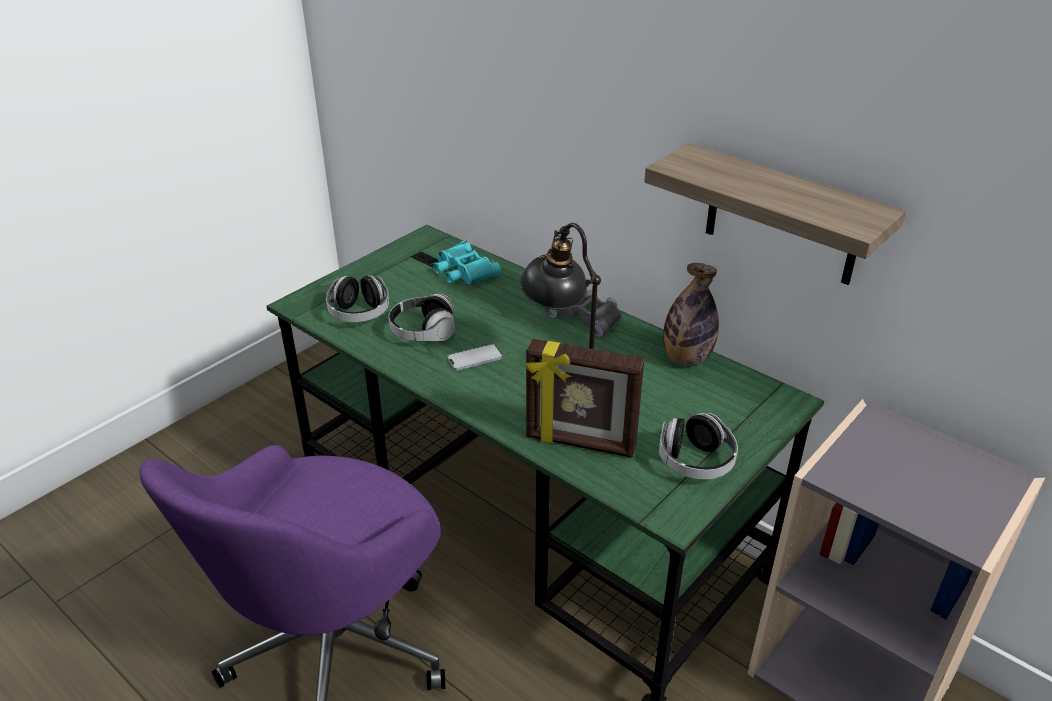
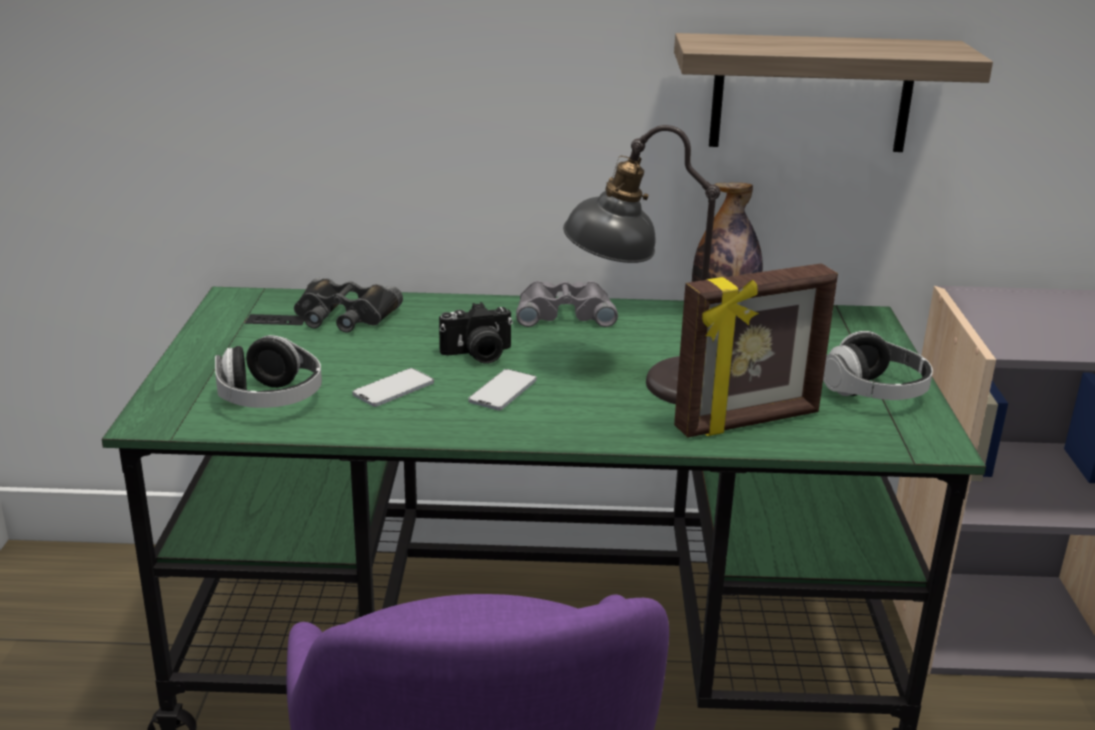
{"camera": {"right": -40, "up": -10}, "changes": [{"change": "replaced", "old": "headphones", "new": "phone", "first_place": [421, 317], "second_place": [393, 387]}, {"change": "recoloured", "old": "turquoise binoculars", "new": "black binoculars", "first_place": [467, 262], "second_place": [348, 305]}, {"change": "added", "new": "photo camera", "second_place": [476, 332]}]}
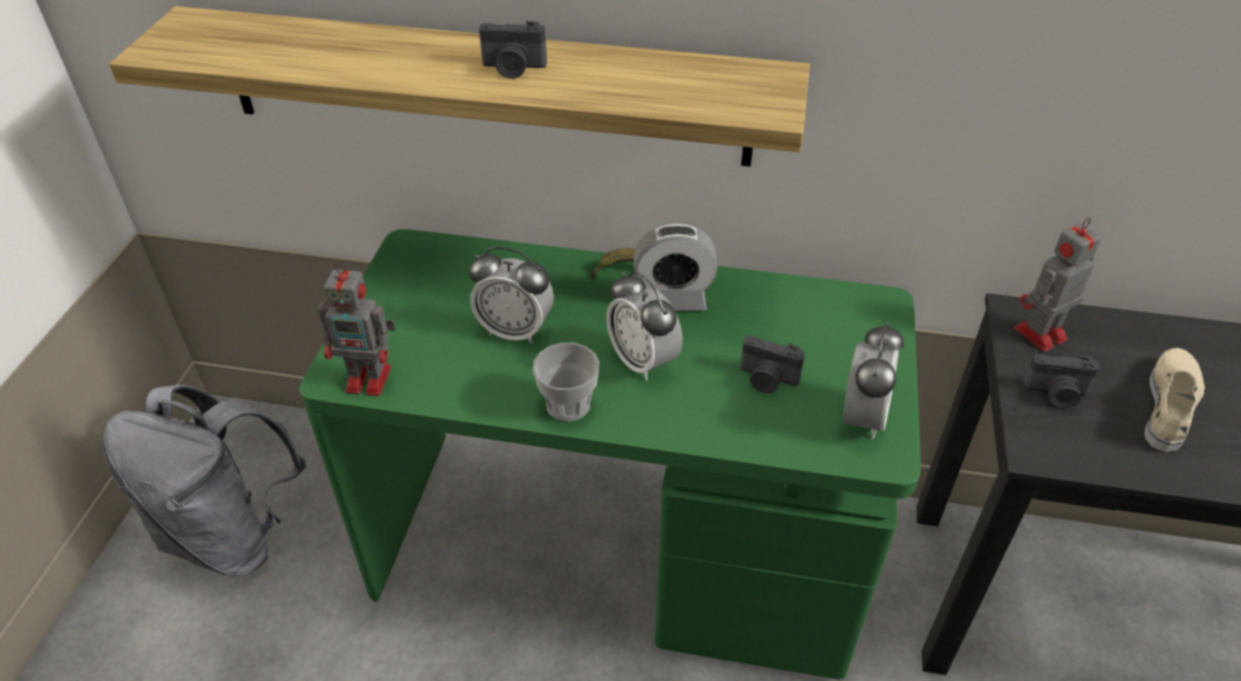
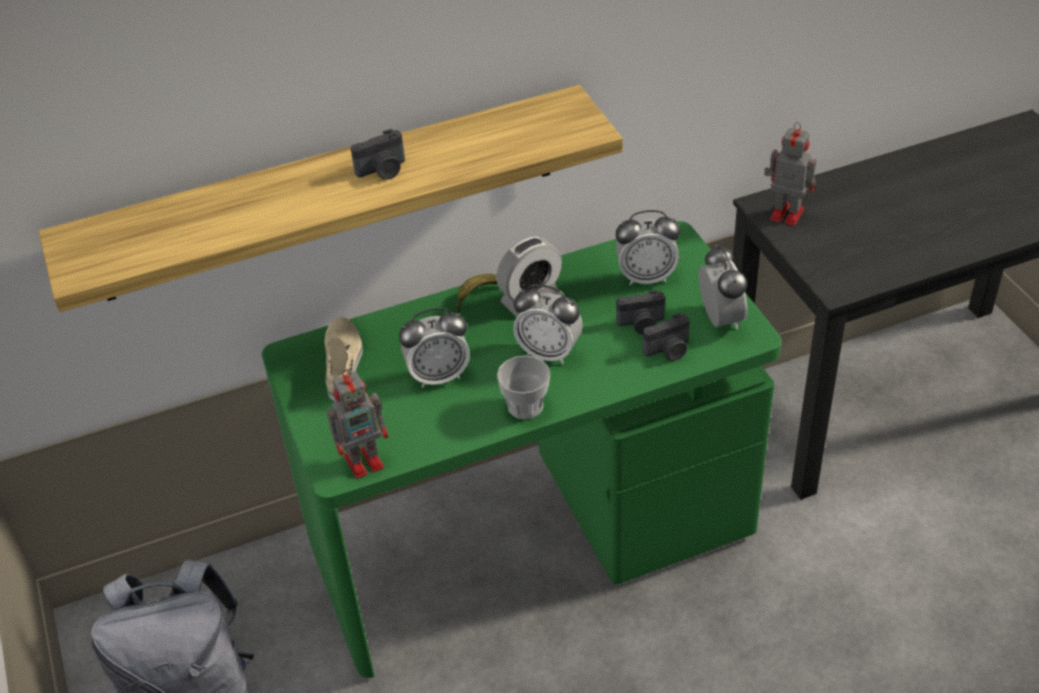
{"camera": {"right": -30, "up": 0}, "changes": [{"change": "turned", "old": "toy robot", "first_place": [1057, 284], "second_place": [790, 174], "degrees": 90}, {"change": "moved", "old": "photo camera", "first_place": [1061, 381], "second_place": [666, 337]}, {"change": "moved", "old": "beige shoe", "first_place": [1174, 400], "second_place": [343, 359]}, {"change": "added", "new": "alarm clock", "second_place": [648, 248]}]}
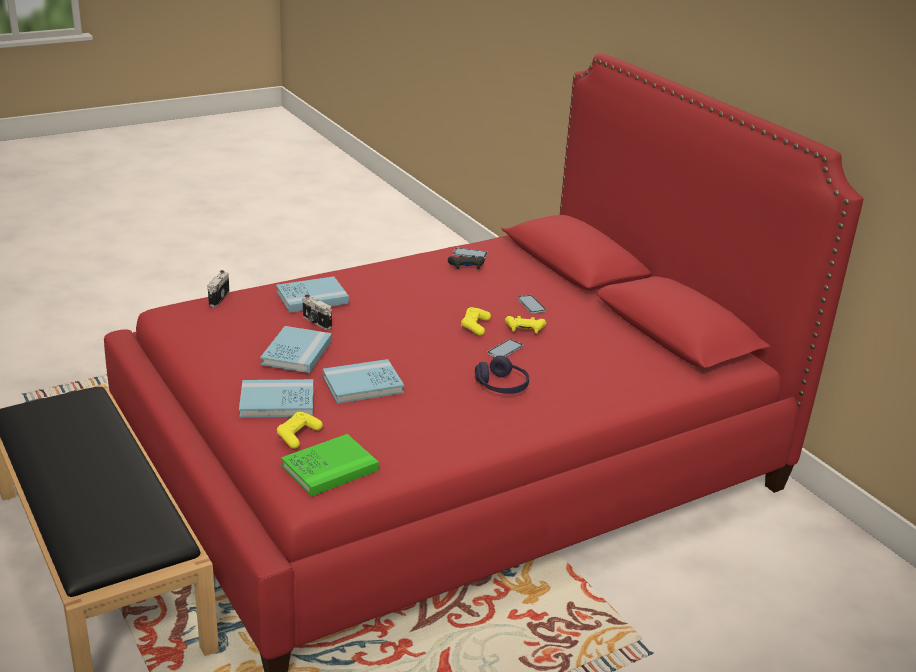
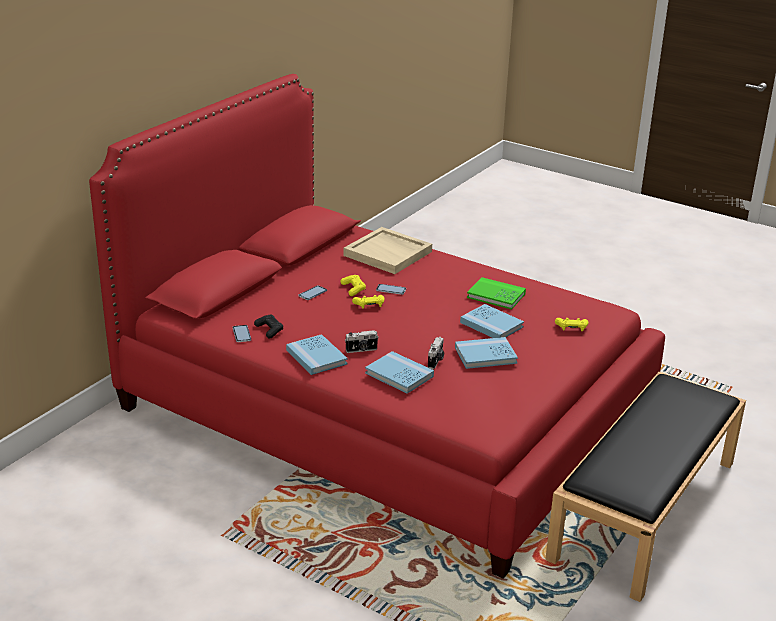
{"camera": {"right": -115, "up": 0}, "changes": [{"change": "moved", "old": "photo camera", "first_place": [218, 288], "second_place": [362, 341]}, {"change": "moved", "old": "blue book", "first_place": [276, 398], "second_place": [316, 354]}, {"change": "moved", "old": "green book", "first_place": [330, 465], "second_place": [496, 293]}, {"change": "removed", "old": "purple headphones", "first_place": [502, 374]}, {"change": "added", "new": "beige tray", "second_place": [387, 250]}]}
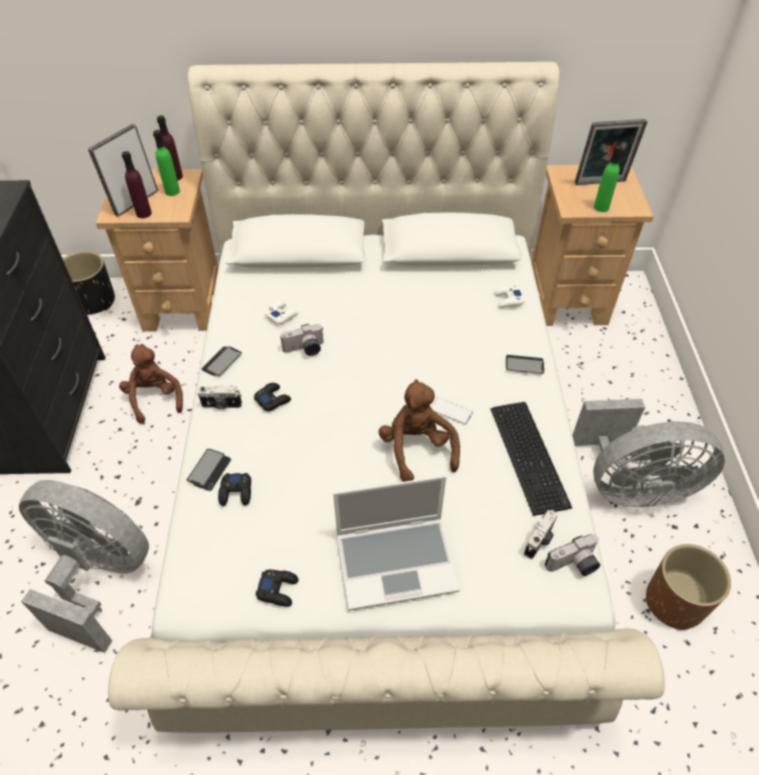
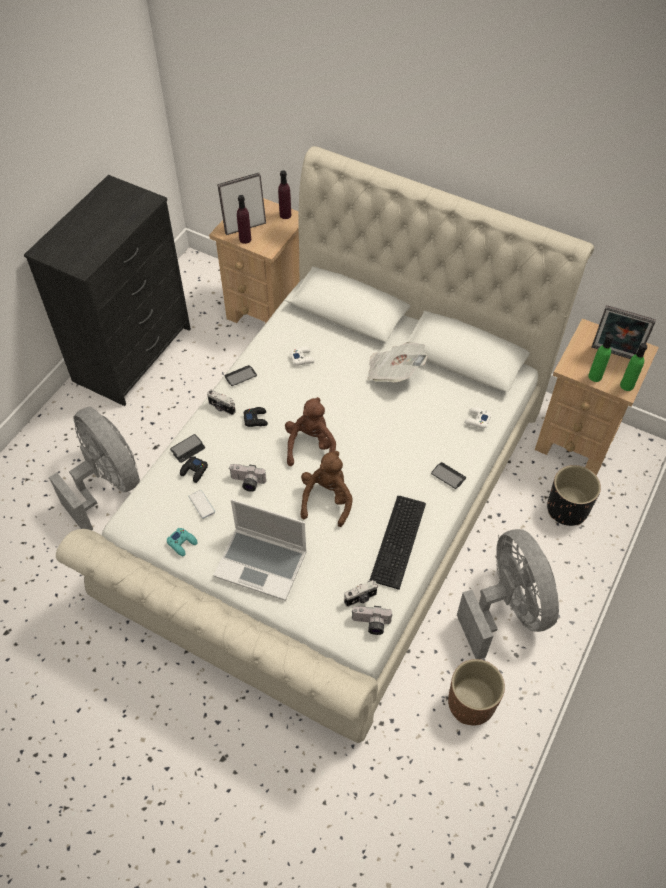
{"camera": {"right": 30, "up": 5}, "changes": [{"change": "moved", "old": "black planter", "first_place": [89, 282], "second_place": [574, 495]}, {"change": "moved", "old": "brown plush toy", "first_place": [151, 384], "second_place": [310, 431]}, {"change": "moved", "old": "green bottle", "first_place": [166, 163], "second_place": [633, 367]}, {"change": "recoloured", "old": "black game controller", "new": "turquoise game controller", "first_place": [277, 588], "second_place": [182, 542]}, {"change": "moved", "old": "photo camera", "first_place": [302, 340], "second_place": [247, 478]}, {"change": "moved", "old": "phone", "first_place": [452, 411], "second_place": [202, 504]}, {"change": "turned", "old": "grey fan", "first_place": [648, 453], "second_place": [508, 594], "degrees": -135}, {"change": "added", "new": "newspaper", "second_place": [397, 362]}]}
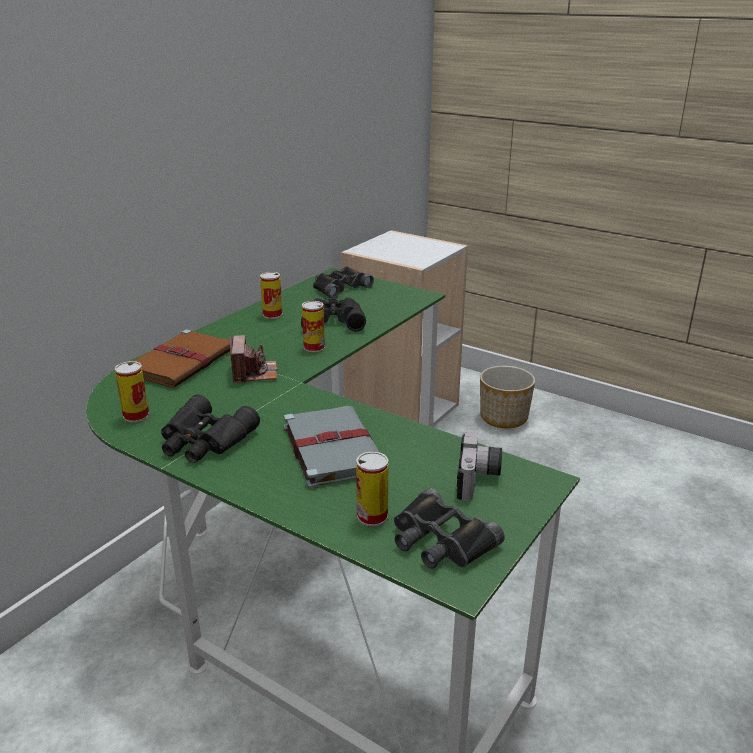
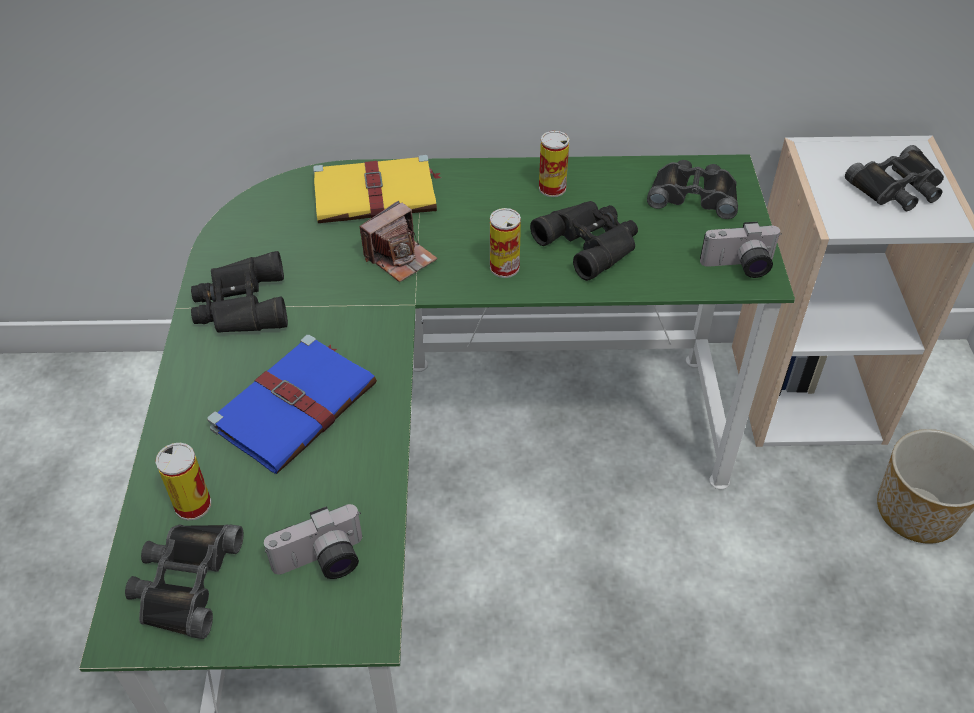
{"camera": {"right": 55, "up": 20}, "changes": [{"change": "removed", "old": "can", "first_place": [132, 391]}, {"change": "recoloured", "old": "brown book", "new": "yellow book", "first_place": [182, 359], "second_place": [377, 189]}, {"change": "recoloured", "old": "grey book", "new": "blue book", "first_place": [332, 447], "second_place": [292, 404]}, {"change": "added", "new": "photo camera", "second_place": [741, 250]}, {"change": "added", "new": "black binoculars", "second_place": [894, 178]}]}
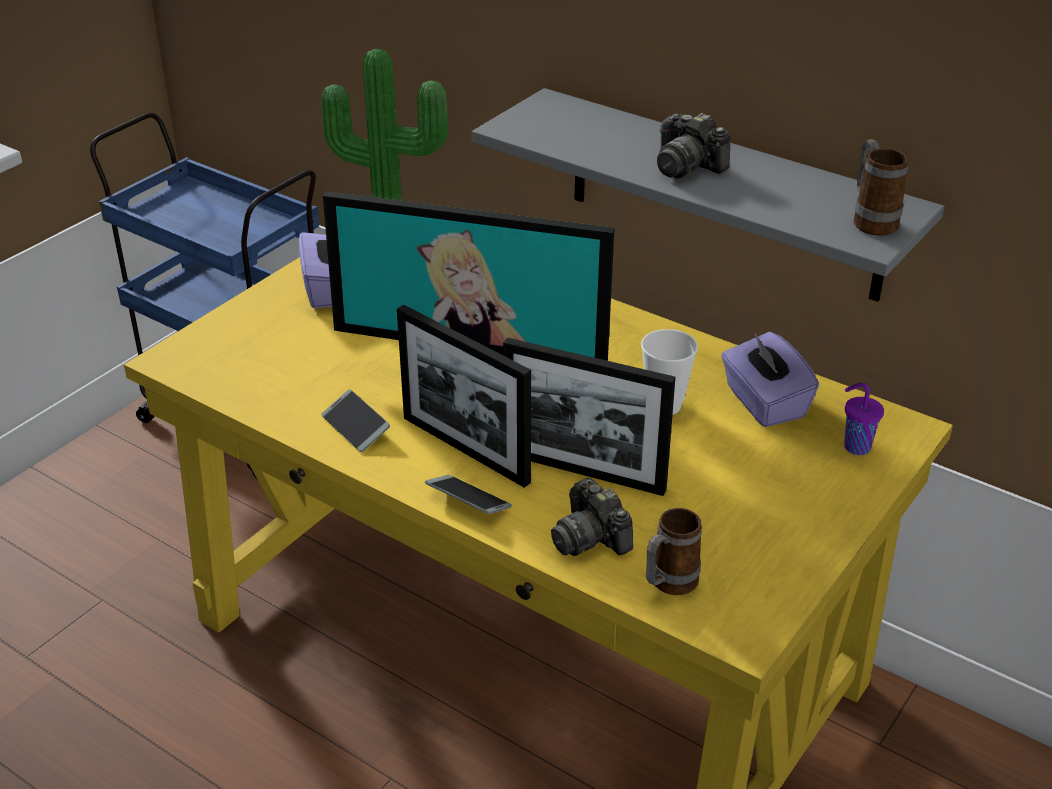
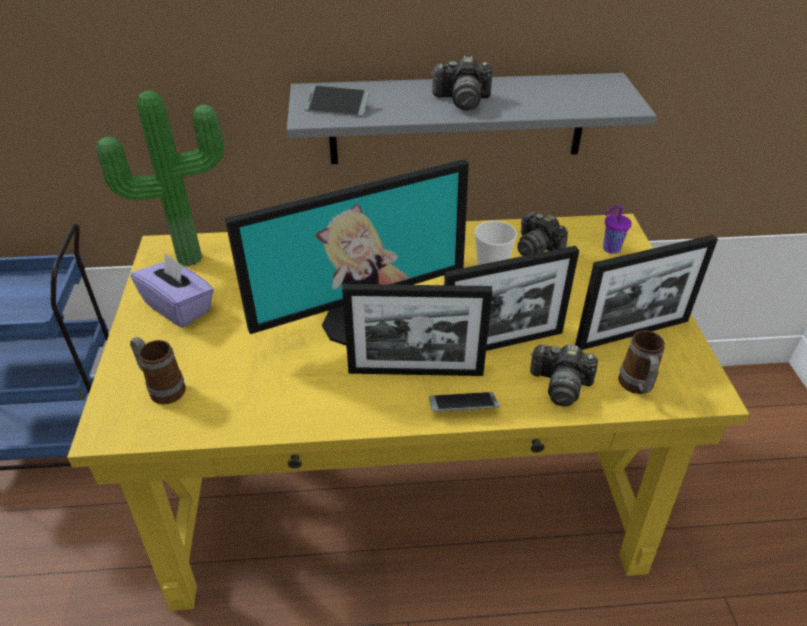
{"camera": {"right": -40, "up": 5}, "changes": [{"change": "moved", "old": "phone", "first_place": [355, 420], "second_place": [337, 101]}, {"change": "replaced", "old": "purple tissue box", "new": "photo camera", "first_place": [770, 379], "second_place": [542, 233]}, {"change": "moved", "old": "mug", "first_place": [881, 187], "second_place": [158, 370]}, {"change": "added", "new": "picture frame", "second_place": [646, 292]}]}
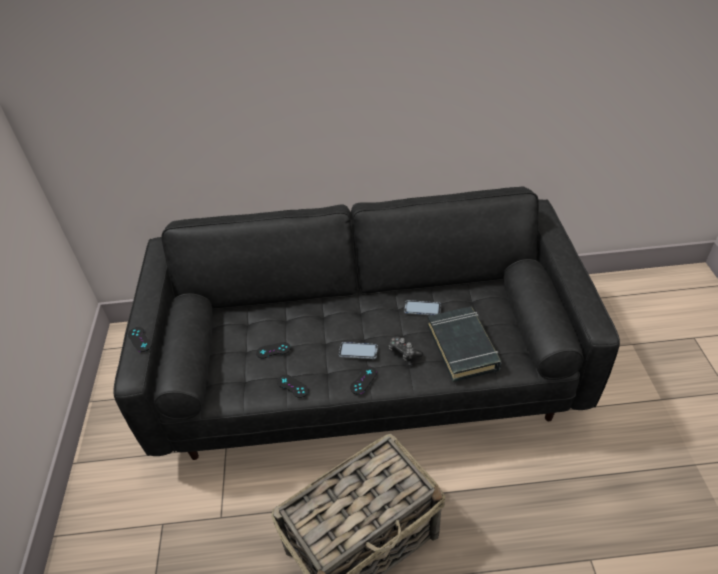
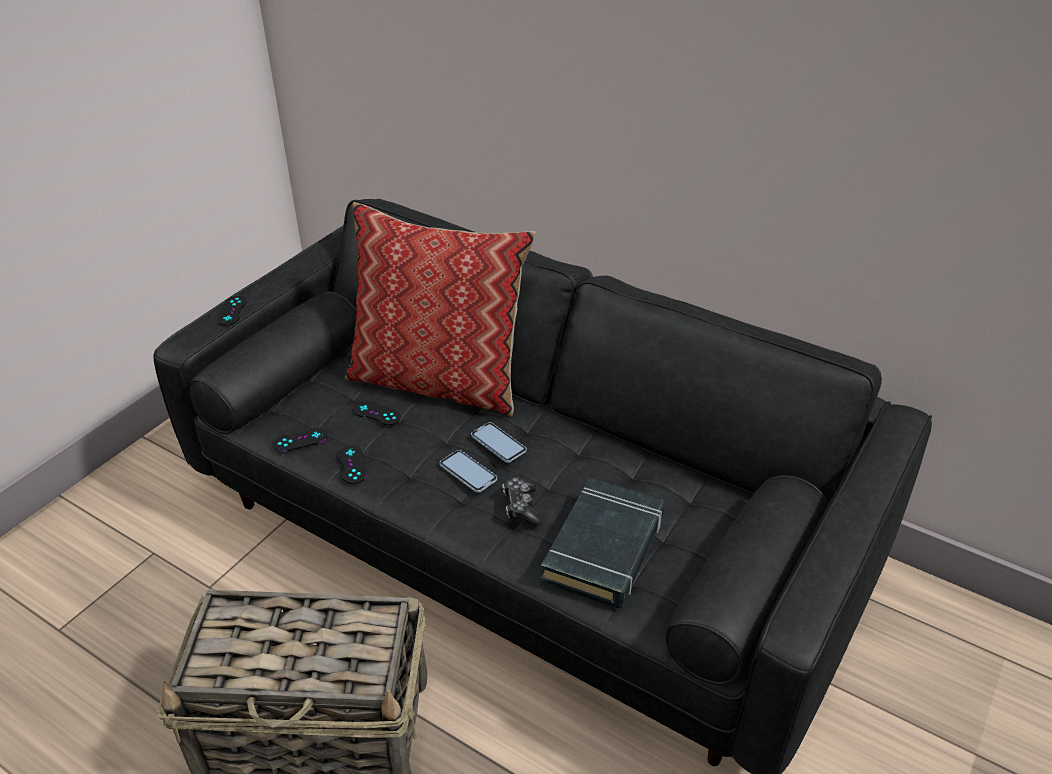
{"camera": {"right": 35, "up": -5}, "changes": [{"change": "moved", "old": "black game controller", "first_place": [363, 380], "second_place": [300, 440]}, {"change": "moved", "old": "phone", "first_place": [422, 307], "second_place": [499, 442]}, {"change": "added", "new": "pillow", "second_place": [440, 309]}]}
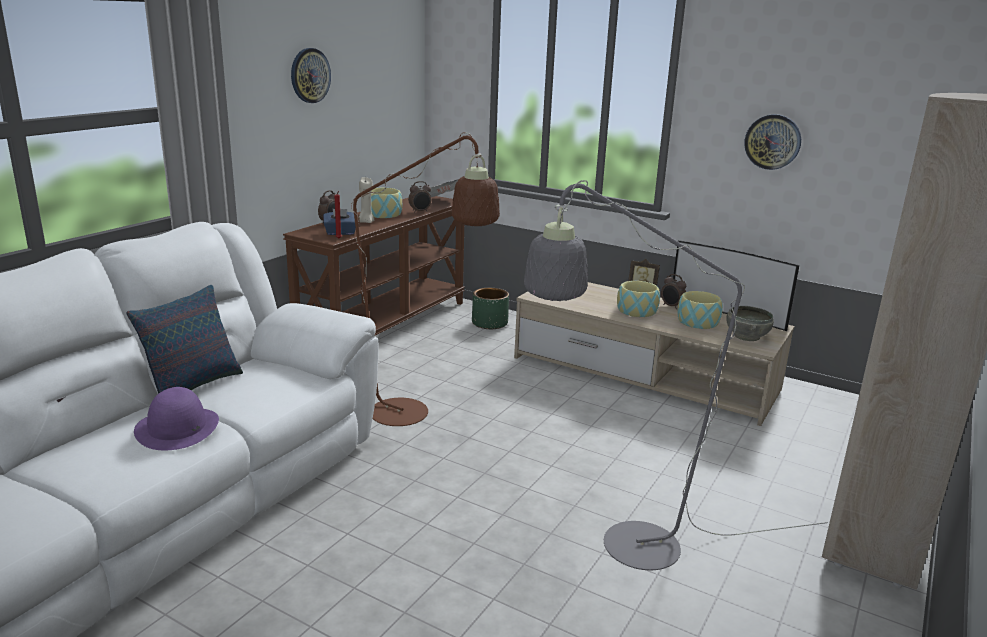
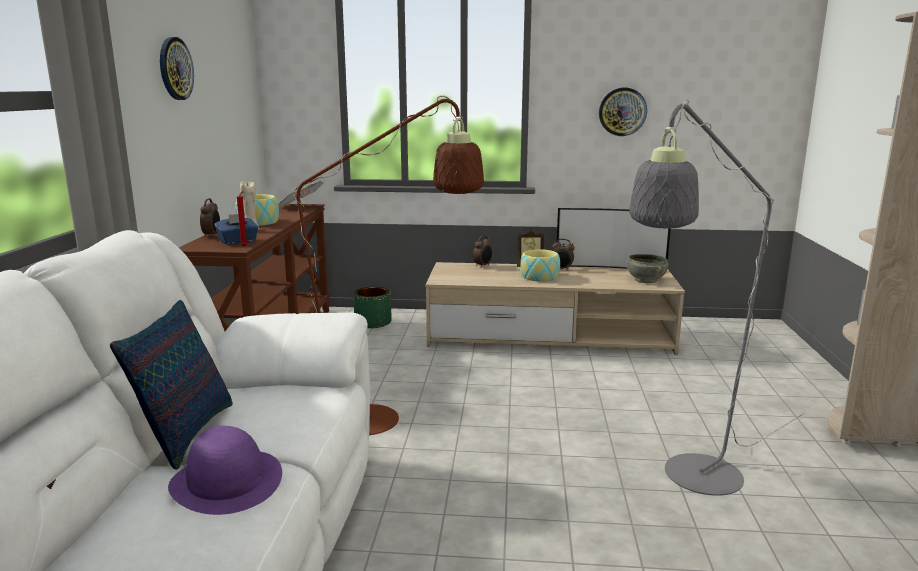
{"camera": {"right": -25, "up": -5}, "changes": [{"change": "moved", "old": "alarm clock", "first_place": [419, 197], "second_place": [482, 251]}, {"change": "removed", "old": "bowl", "first_place": [700, 310]}]}
